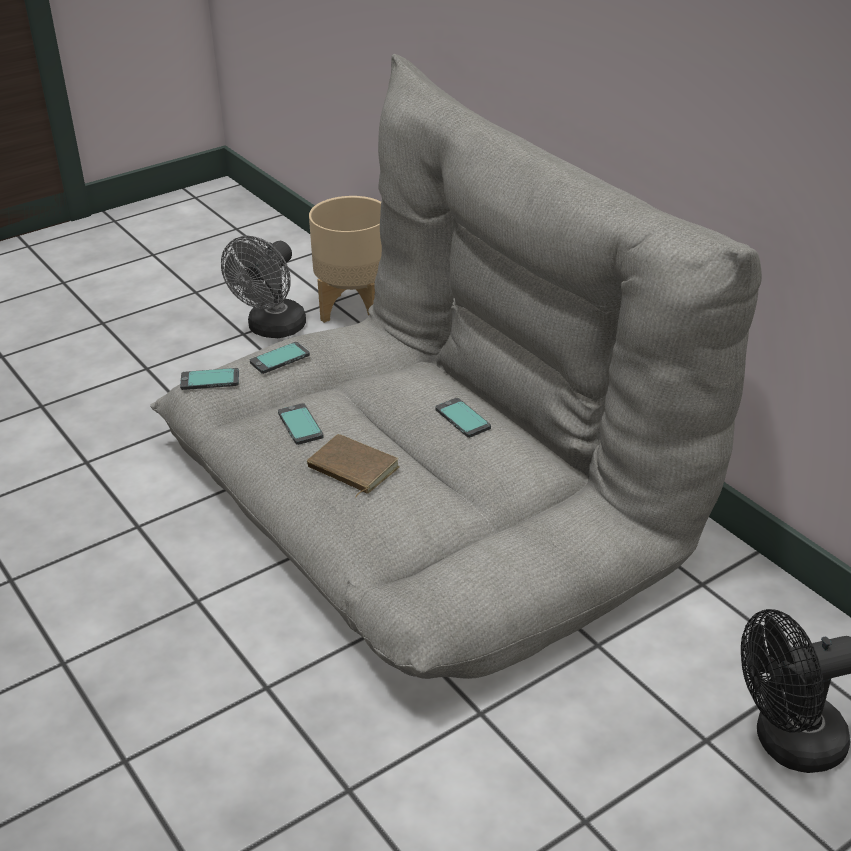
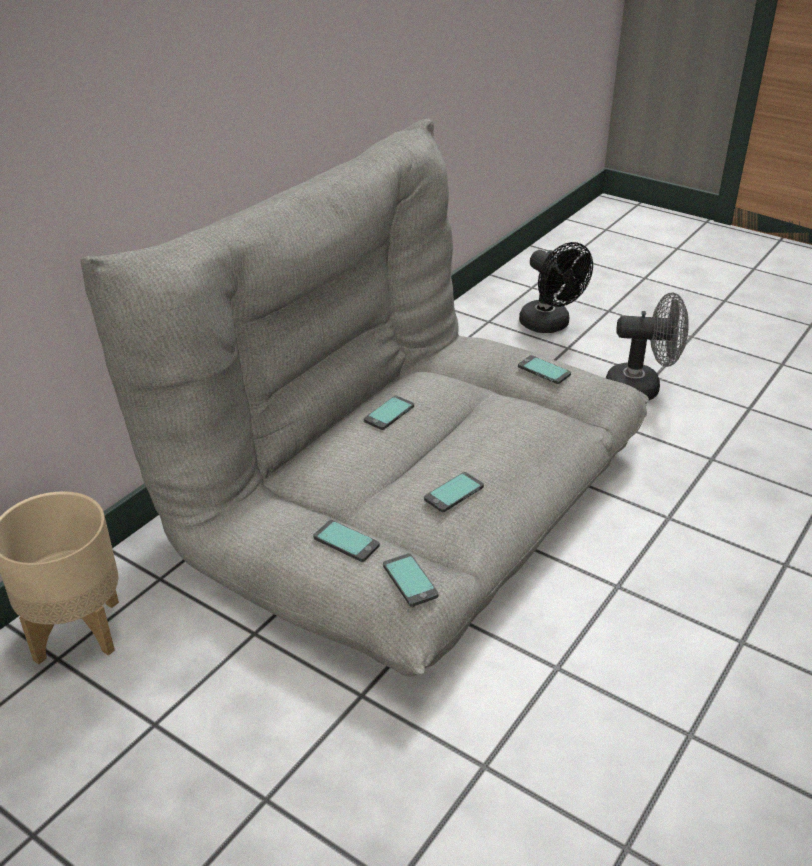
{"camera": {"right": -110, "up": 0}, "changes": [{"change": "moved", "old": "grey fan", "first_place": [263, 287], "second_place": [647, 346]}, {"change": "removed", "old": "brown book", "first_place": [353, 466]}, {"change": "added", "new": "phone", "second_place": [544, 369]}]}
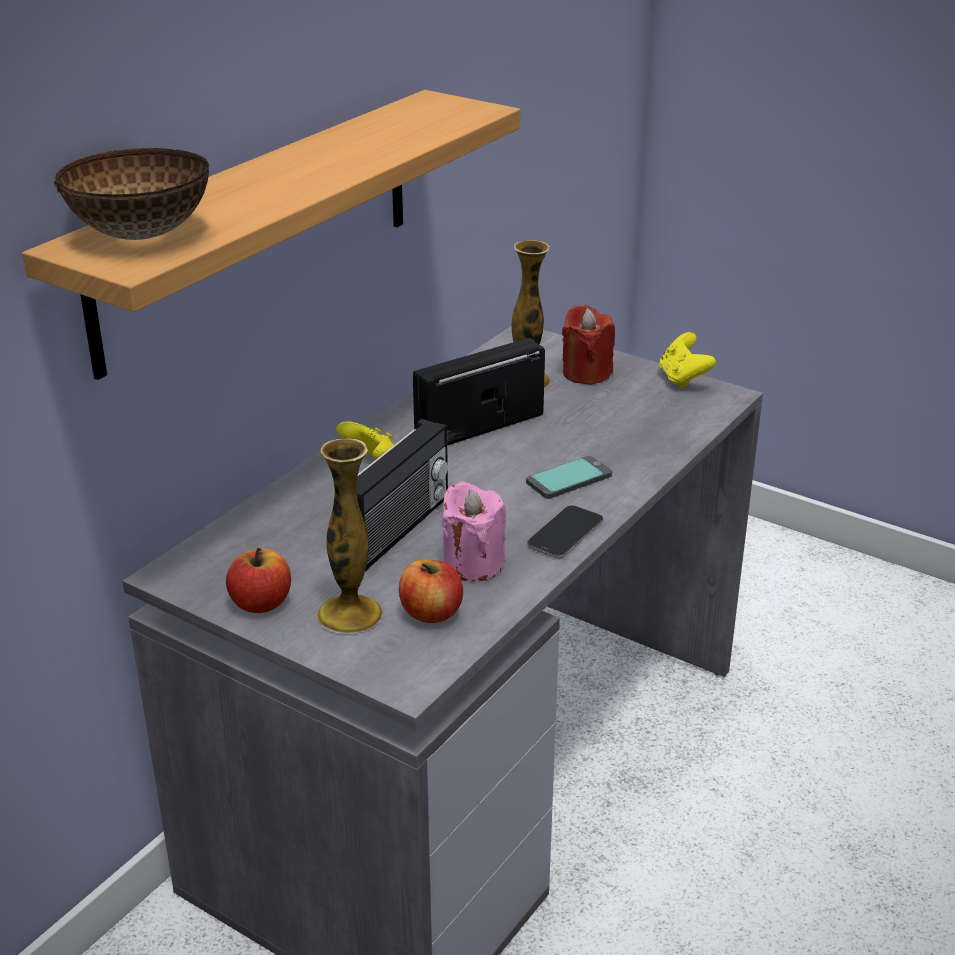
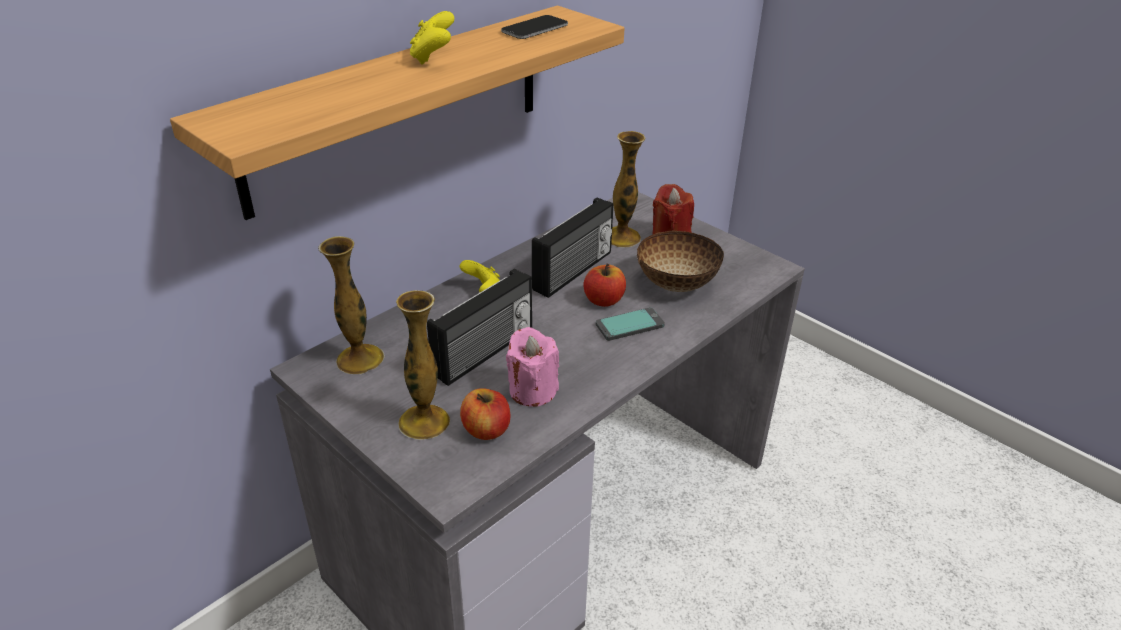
{"camera": {"right": 10, "up": 5}, "changes": [{"change": "moved", "old": "bowl", "first_place": [131, 194], "second_place": [680, 261]}, {"change": "moved", "old": "apple", "first_place": [258, 580], "second_place": [604, 285]}, {"change": "turned", "old": "radio", "first_place": [479, 391], "second_place": [573, 248], "degrees": 150}, {"change": "moved", "old": "phone", "first_place": [565, 532], "second_place": [534, 27]}, {"change": "moved", "old": "yellow game controller", "first_place": [687, 360], "second_place": [432, 38]}, {"change": "added", "new": "vase", "second_place": [351, 305]}]}
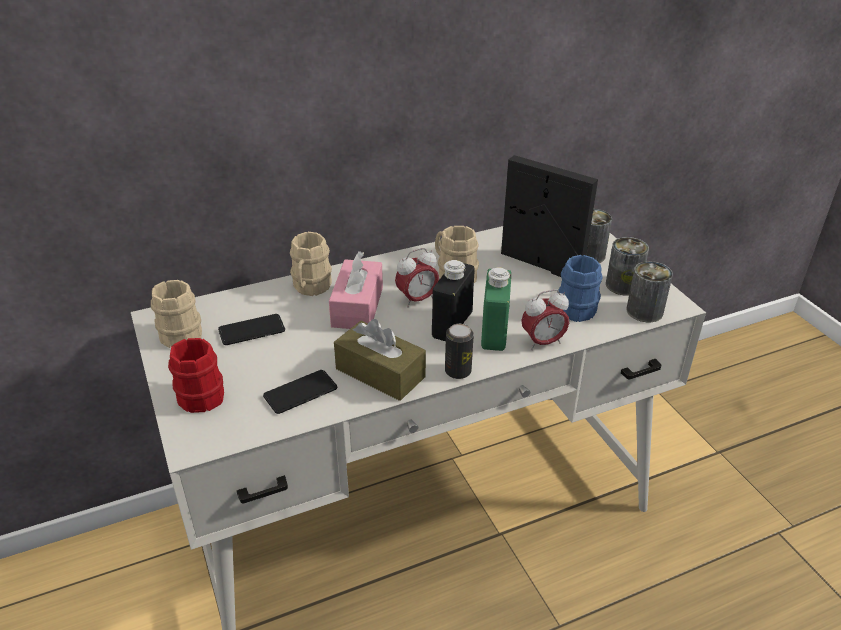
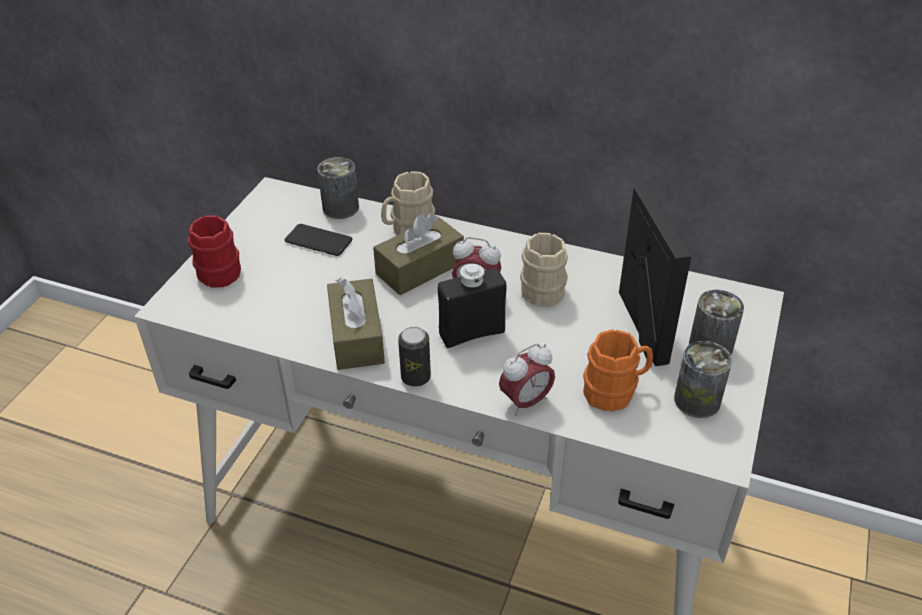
{"camera": {"right": 45, "up": 5}, "changes": [{"change": "removed", "old": "beige mug", "first_place": [176, 314]}, {"change": "removed", "old": "phone", "first_place": [300, 392]}, {"change": "recoloured", "old": "pink tissue box", "new": "brown tissue box", "first_place": [356, 290], "second_place": [418, 254]}, {"change": "removed", "old": "green bottle", "first_place": [496, 309]}, {"change": "turned", "old": "alarm clock", "first_place": [545, 319], "second_place": [527, 379], "degrees": -60}, {"change": "recoloured", "old": "blue mug", "new": "orange mug", "first_place": [580, 288], "second_place": [618, 370]}, {"change": "moved", "old": "can", "first_place": [649, 291], "second_place": [338, 188]}]}
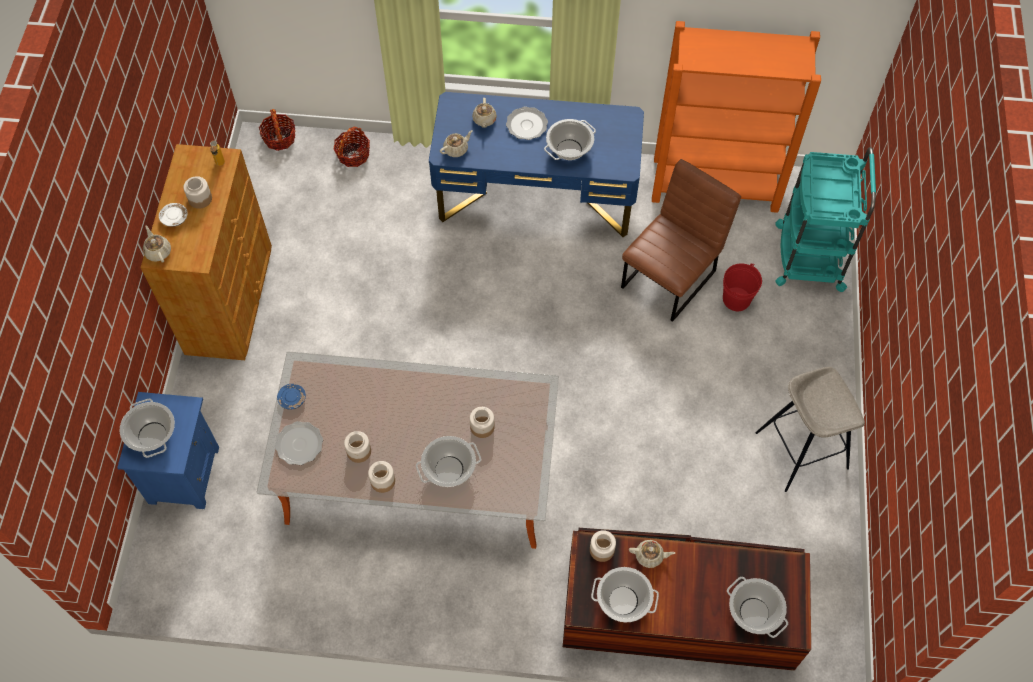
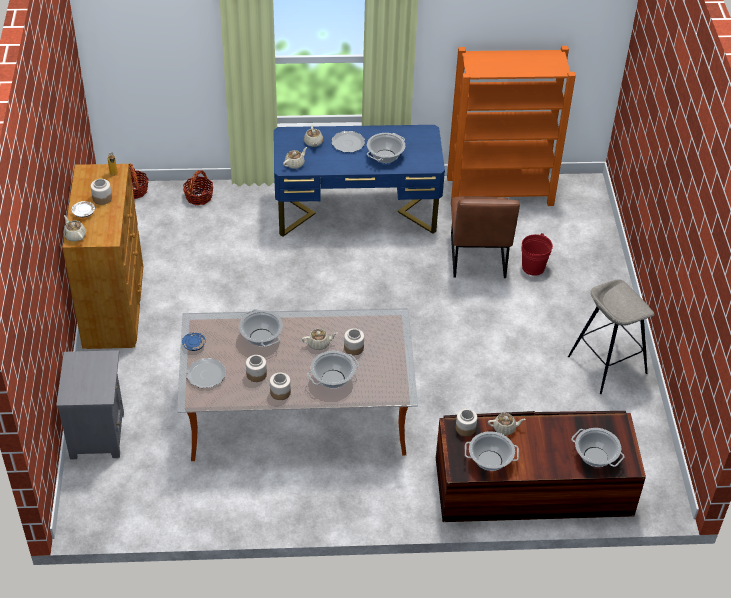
{"camera": {"right": -10, "up": -15}, "changes": [{"change": "recoloured", "old": "blue nightstand", "new": "grey nightstand", "first_place": [168, 450], "second_place": [90, 404]}, {"change": "moved", "old": "cooking pot", "first_place": [147, 428], "second_place": [261, 328]}, {"change": "turned", "old": "brown chair", "first_place": [681, 240], "second_place": [485, 237], "degrees": 150}, {"change": "removed", "old": "turquoise cart", "first_place": [825, 219]}, {"change": "added", "new": "beige teapot", "second_place": [320, 339]}]}
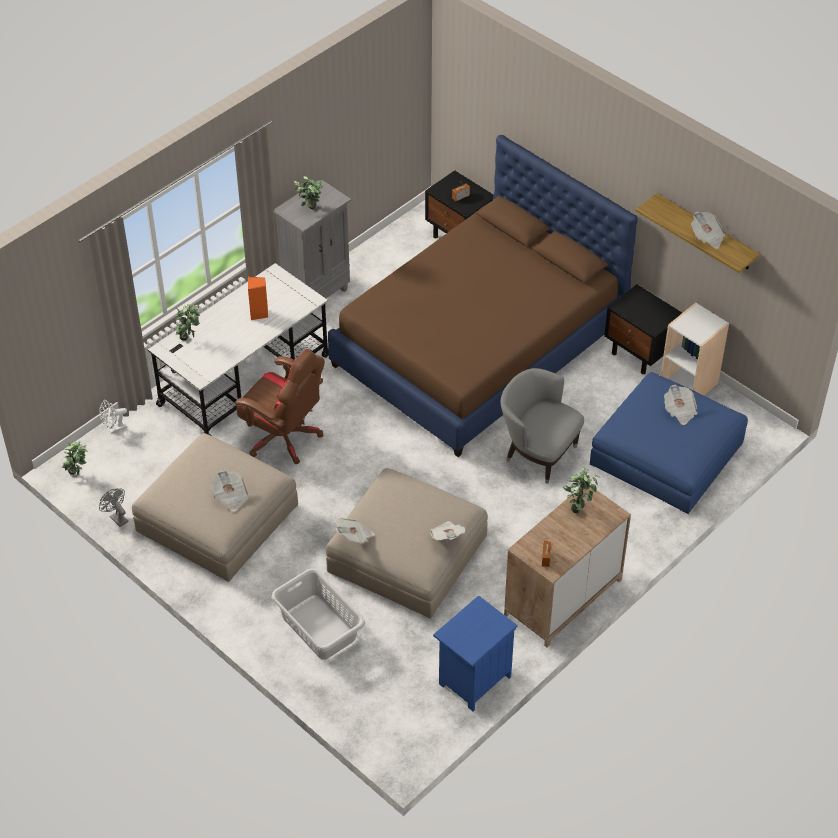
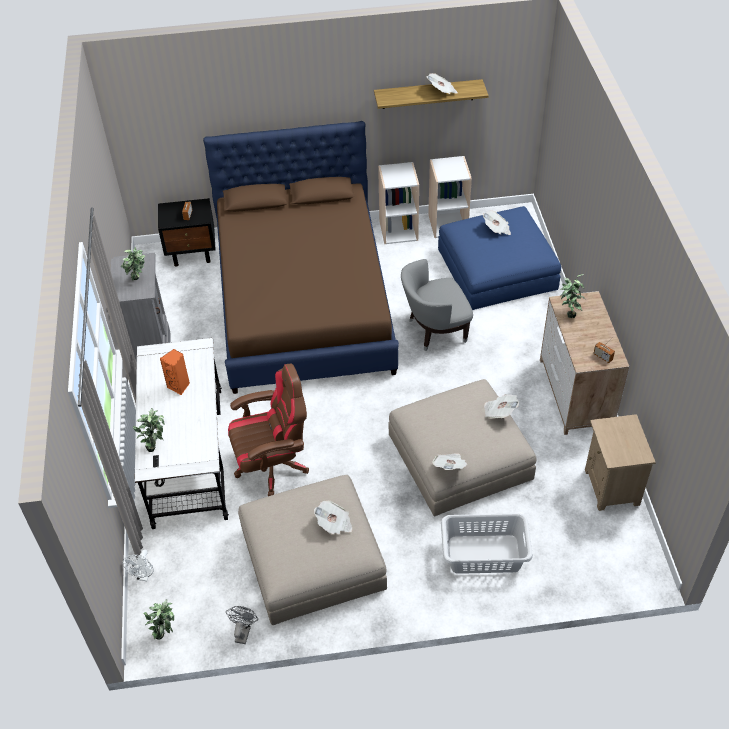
{"camera": {"right": -50, "up": 0}, "changes": [{"change": "turned", "old": "grey fan", "first_place": [113, 508], "second_place": [242, 625], "degrees": 105}, {"change": "recoloured", "old": "blue nightstand", "new": "beige nightstand", "first_place": [475, 653], "second_place": [620, 462]}, {"change": "replaced", "old": "black nightstand", "new": "bookcase", "first_place": [643, 329], "second_place": [398, 203]}]}
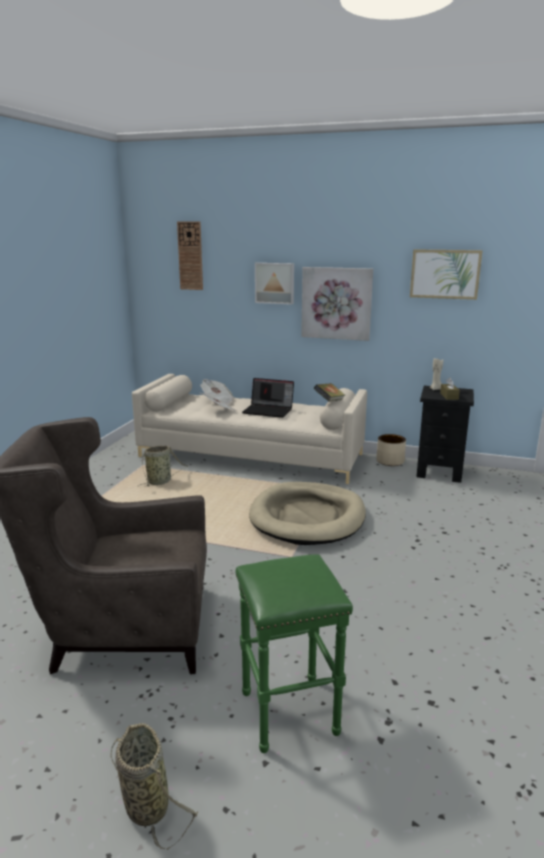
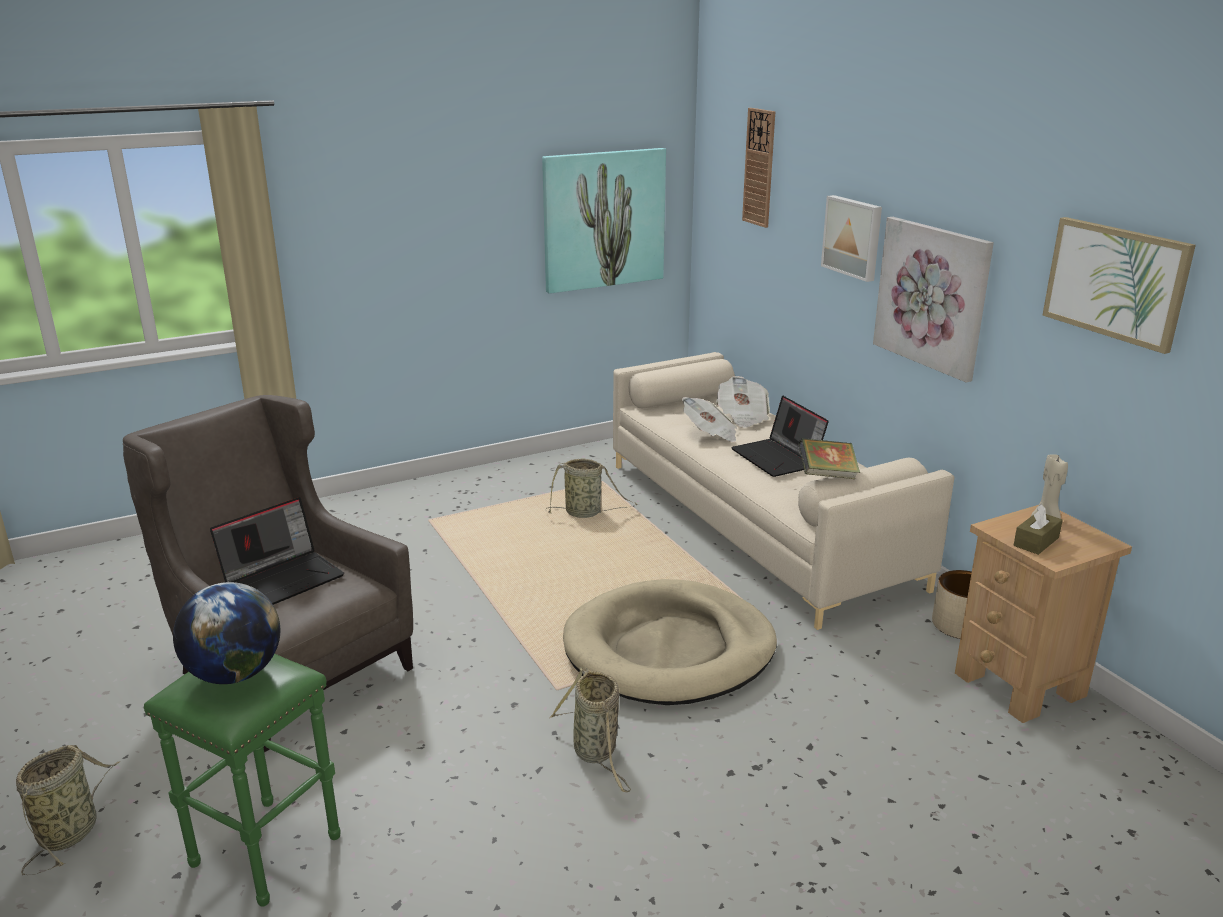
{"camera": {"right": 45, "up": 5}, "changes": [{"change": "recoloured", "old": "black nightstand", "new": "beige nightstand", "first_place": [445, 434], "second_place": [1043, 614]}, {"change": "added", "new": "globe", "second_place": [226, 633]}, {"change": "added", "new": "laptop", "second_place": [277, 551]}, {"change": "added", "new": "picture", "second_place": [604, 221]}, {"change": "added", "new": "basket", "second_place": [590, 729]}]}
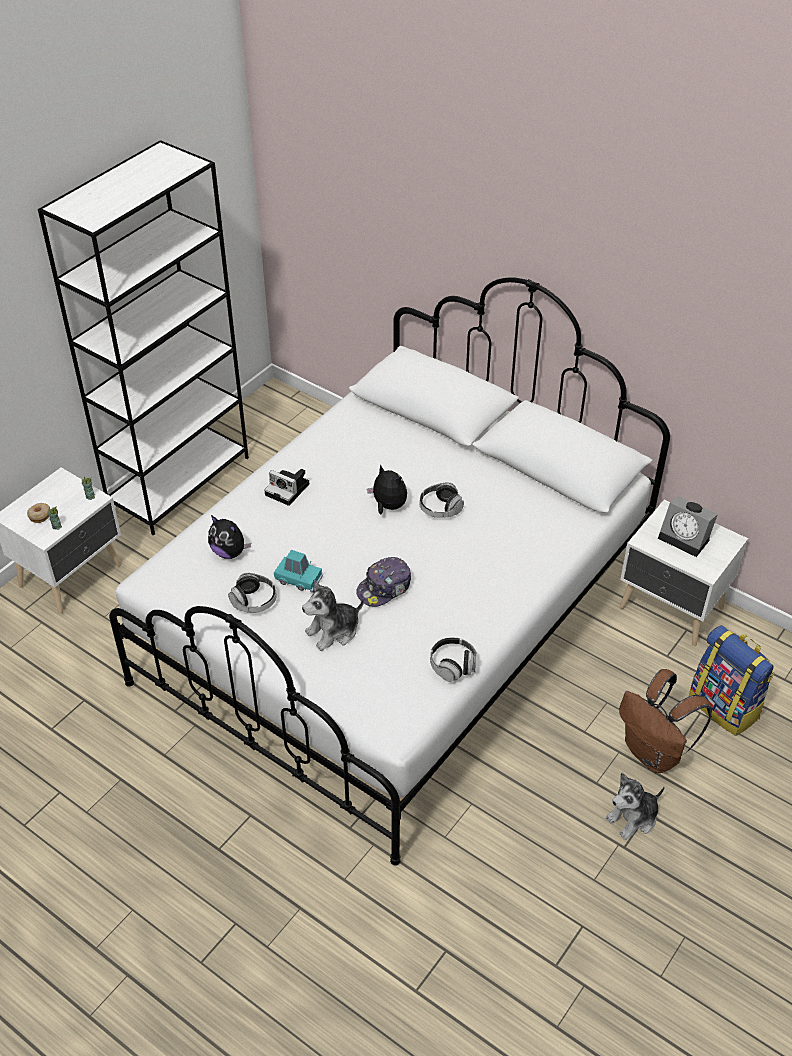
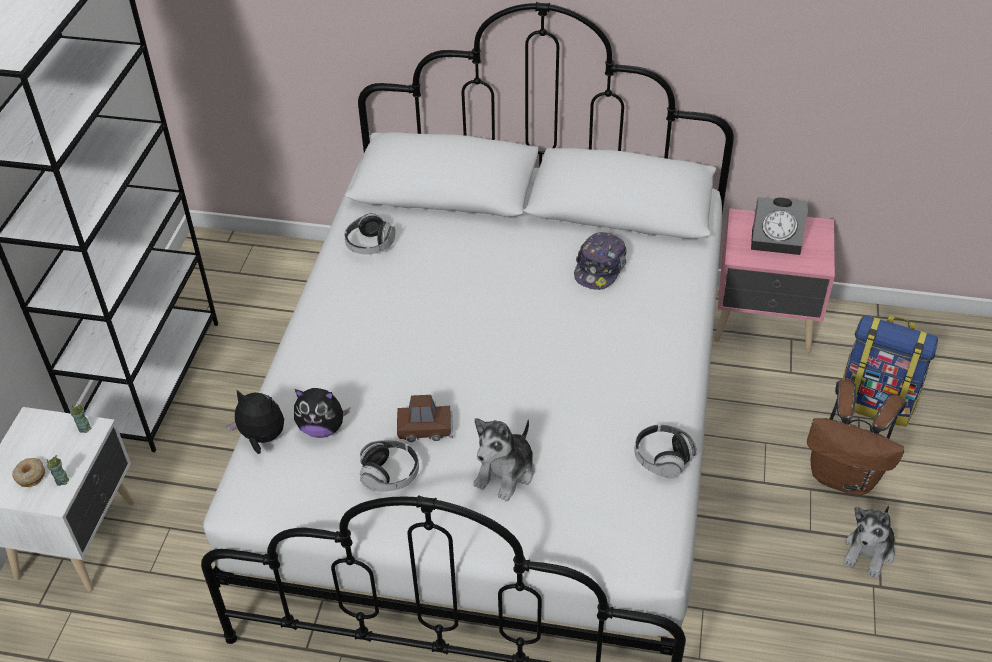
{"camera": {"right": -25, "up": 0}, "changes": [{"change": "removed", "old": "photo camera", "first_place": [286, 487]}, {"change": "recoloured", "old": "turquoise toy car", "new": "brown toy car", "first_place": [298, 571], "second_place": [425, 418]}, {"change": "moved", "old": "cap", "first_place": [383, 582], "second_place": [600, 261]}, {"change": "moved", "old": "plush toy", "first_place": [387, 489], "second_place": [255, 422]}, {"change": "moved", "old": "headphones", "first_place": [441, 500], "second_place": [369, 233]}, {"change": "recoloured", "old": "white nightstand", "new": "pink nightstand", "first_place": [684, 573], "second_place": [774, 281]}]}
